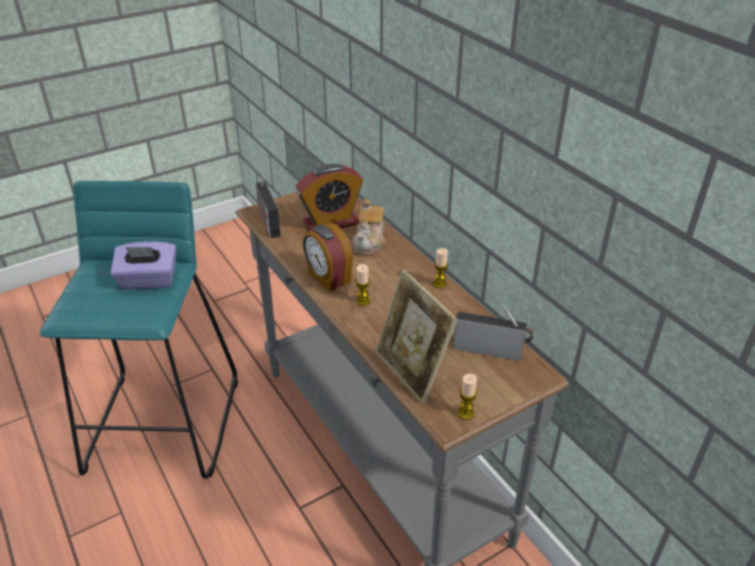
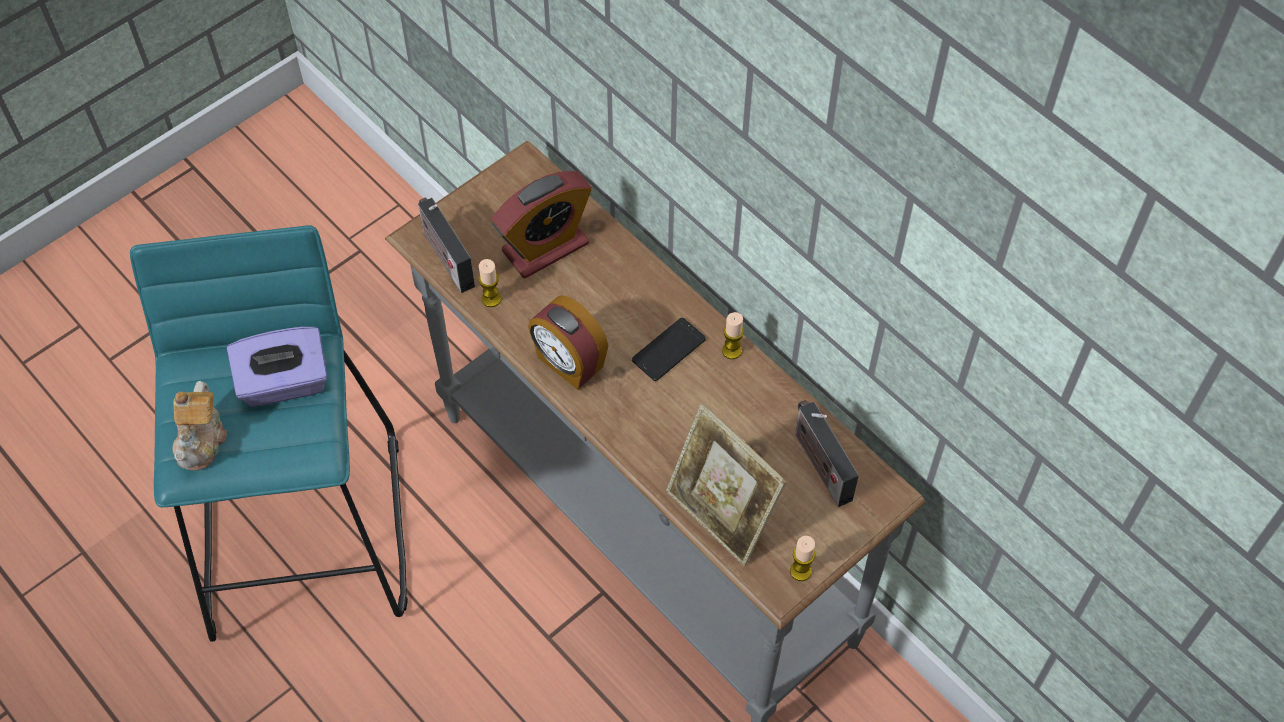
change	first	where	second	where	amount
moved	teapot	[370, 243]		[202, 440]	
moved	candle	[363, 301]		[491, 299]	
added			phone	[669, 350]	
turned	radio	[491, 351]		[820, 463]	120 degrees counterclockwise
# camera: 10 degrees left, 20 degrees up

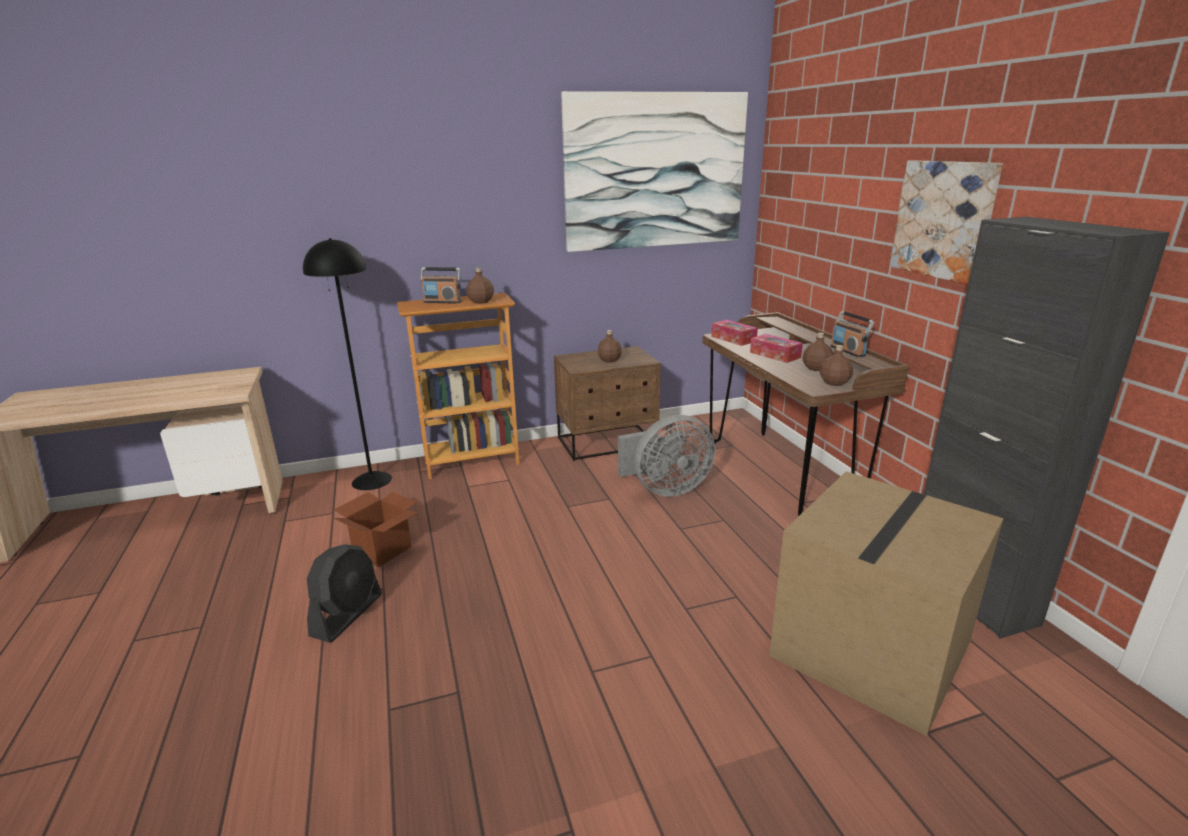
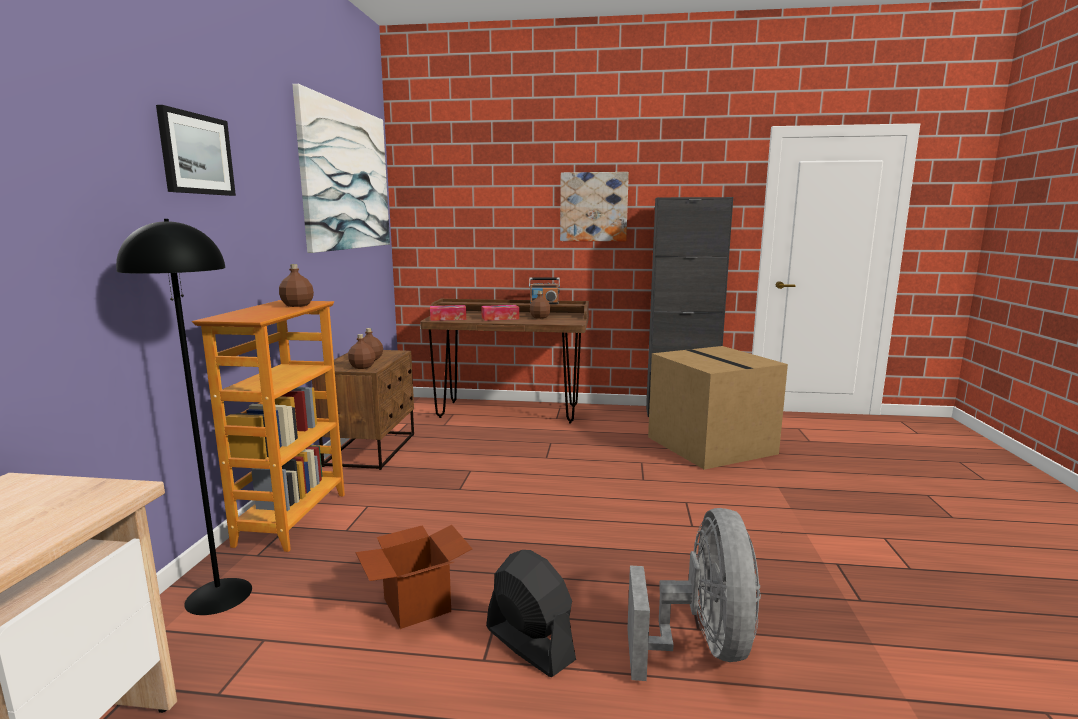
change	first	where	second	where	amount
added			picture	[196, 154]	
moved	bottle (brown)	[835, 382]		[362, 367]	
moved	fan (grey)	[665, 489]		[701, 646]	
removed	radio	[442, 302]			
# camera: 65 degrees left, 10 degrees down

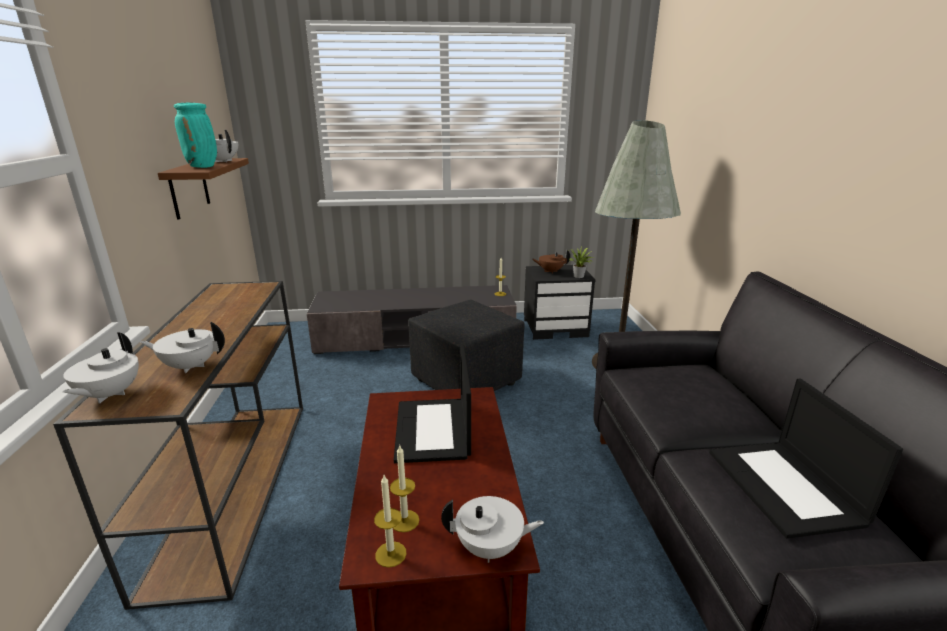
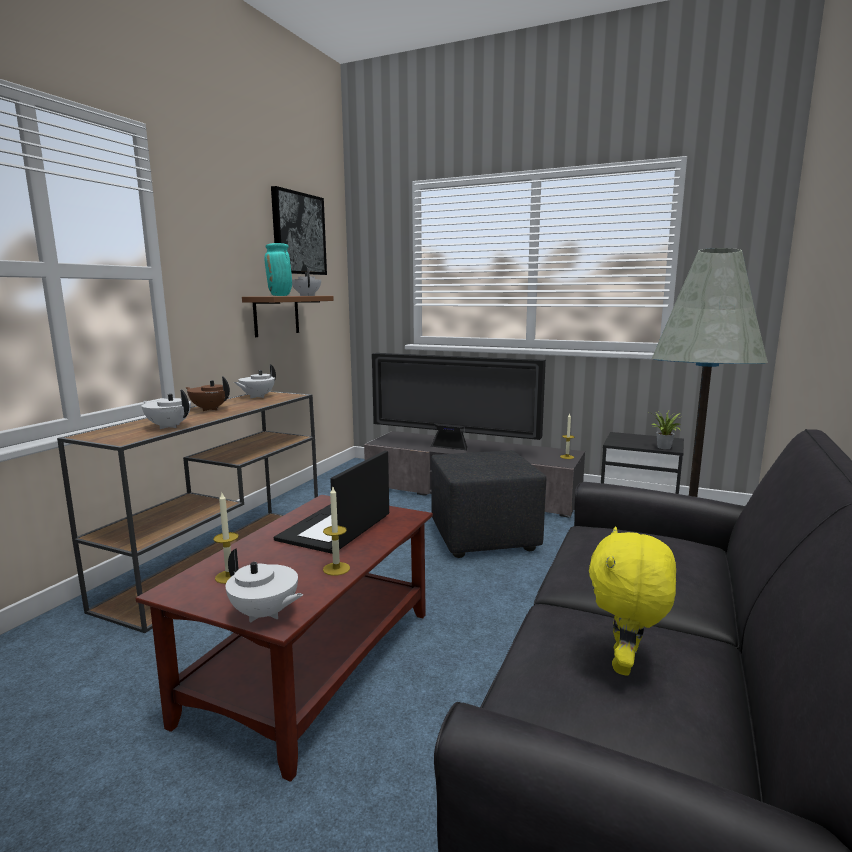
change	first	where	second	where	amount
moved	teapot (brown)	[550, 271]		[209, 409]	
moved	teapot (white)	[109, 395]		[257, 397]	
added			picture	[298, 234]	
moved	candle	[391, 554]		[336, 569]	
added			television	[453, 447]	
replaced	laptop	[785, 487]	plush toy (yellow)	[625, 664]	
# camera: 30 degrees right, 10 degrees down

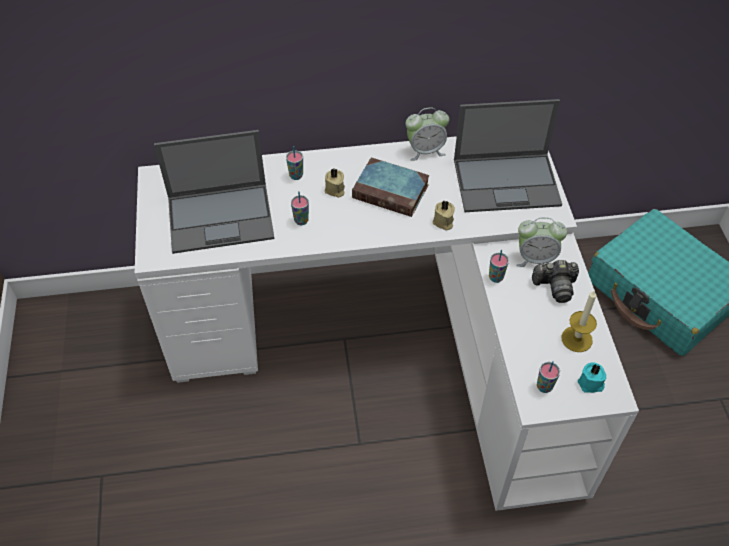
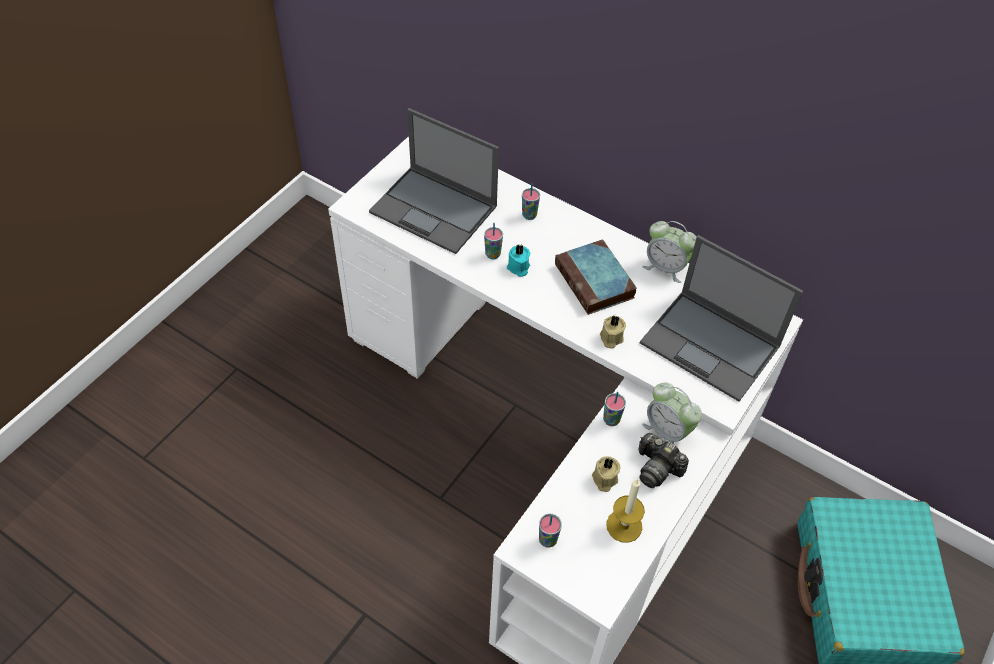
change	first	where	second	where	amount
moved	candle (turquoise)	[591, 384]		[518, 268]	
moved	candle (beige)	[335, 190]		[604, 479]	
# camera: 40 degrees right, 0 degrees up

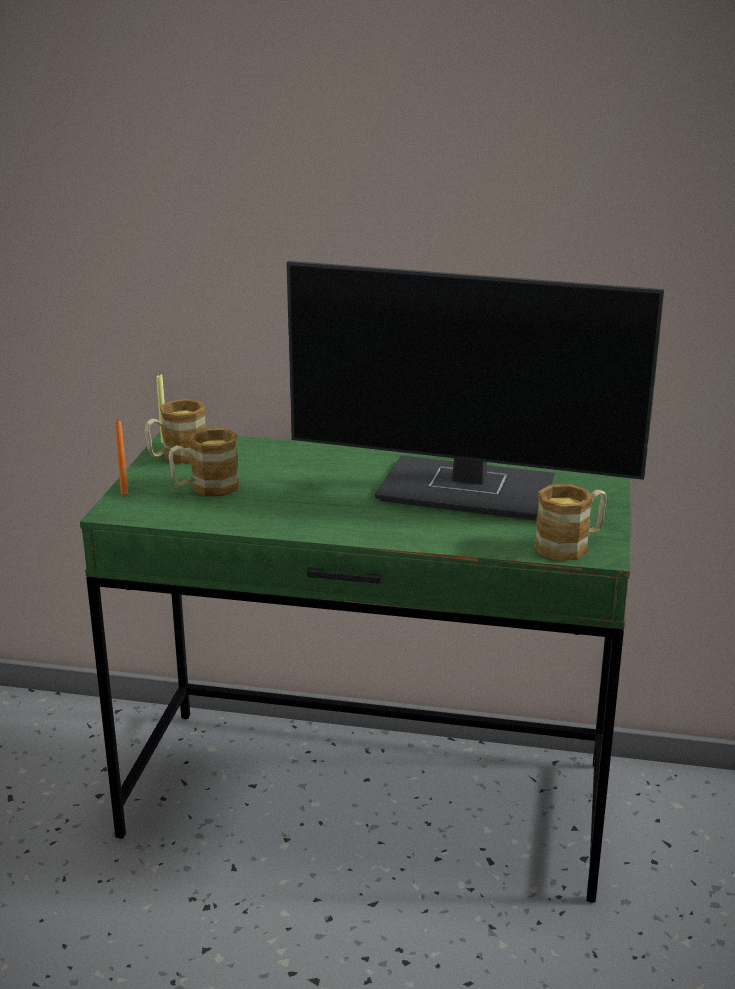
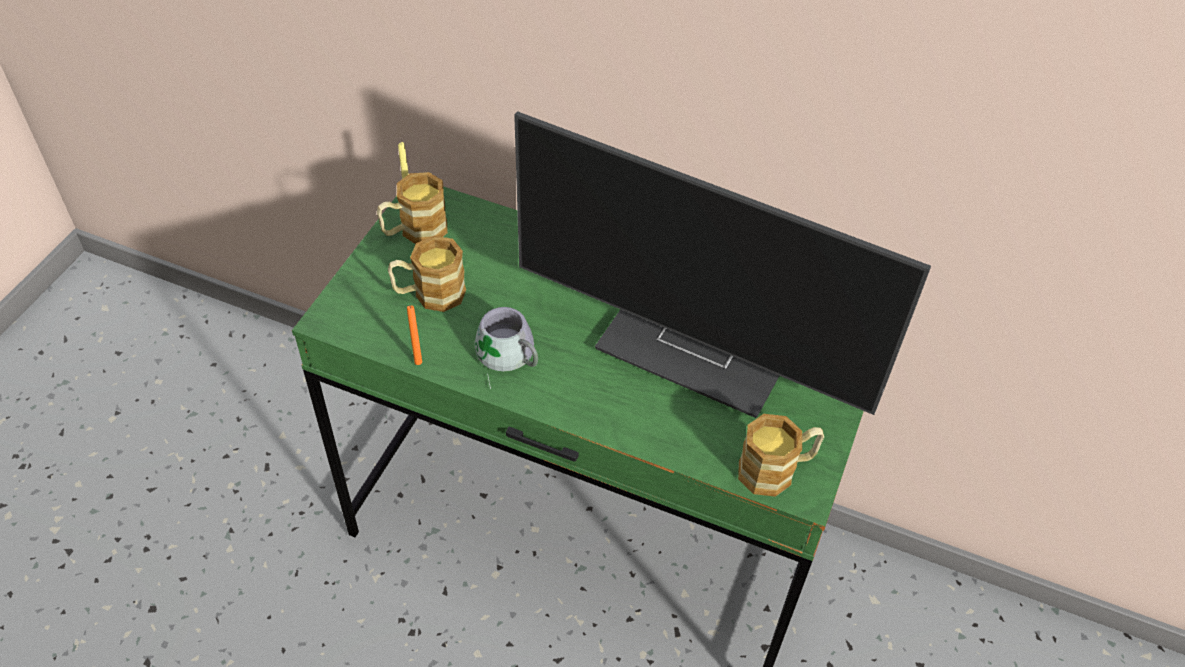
change	first	where	second	where	amount
moved	candle (orange)	[124, 493]		[418, 362]	
added			mug (grey)	[505, 359]	
# camera: 10 degrees right, 25 degrees up

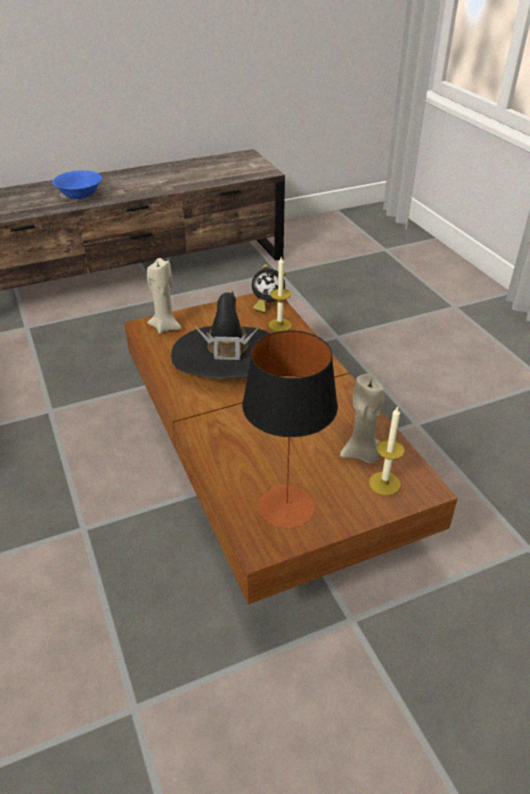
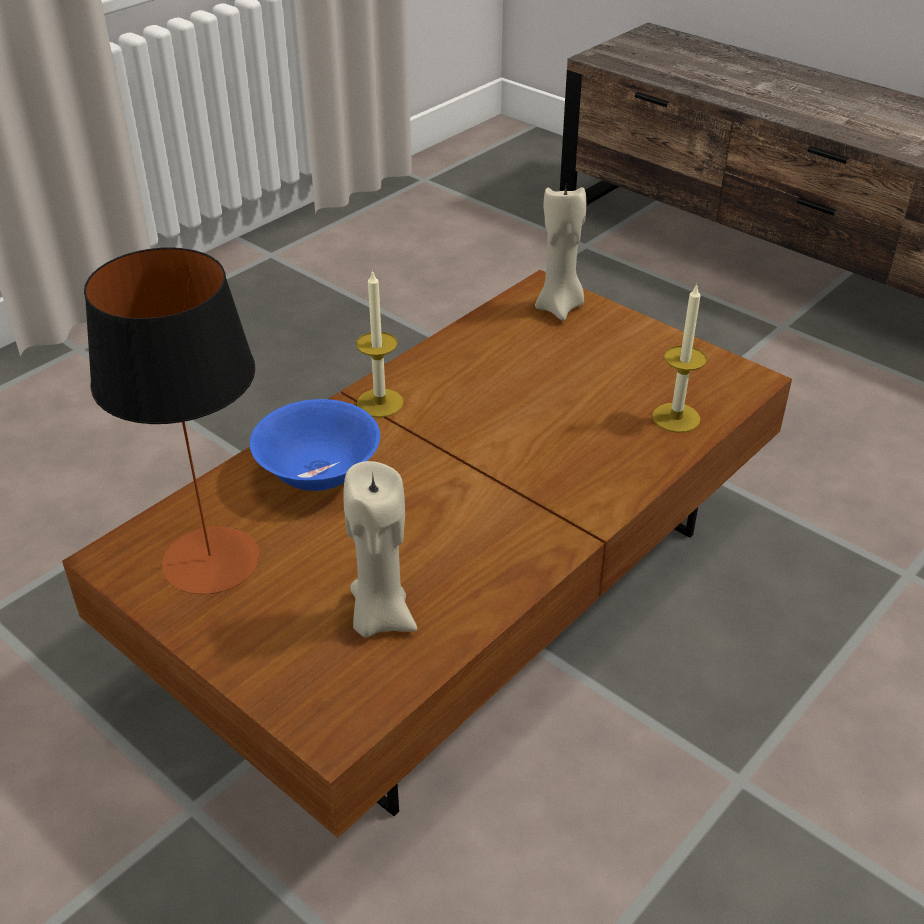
change	first	where	second	where	amount
moved	bowl (blue)	[80, 196]		[318, 474]	
moved	candle	[384, 483]		[380, 403]	
removed	hat (black)	[227, 358]			
removed	alarm clock	[267, 304]			
# camera: 65 degrees right, 0 degrees up

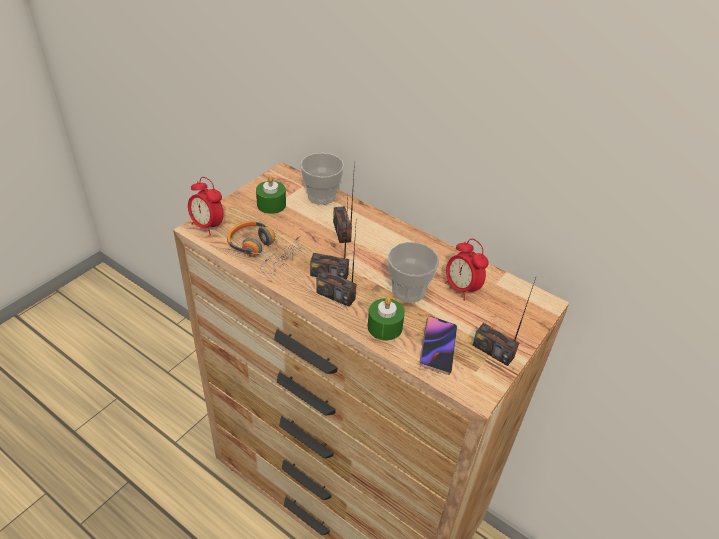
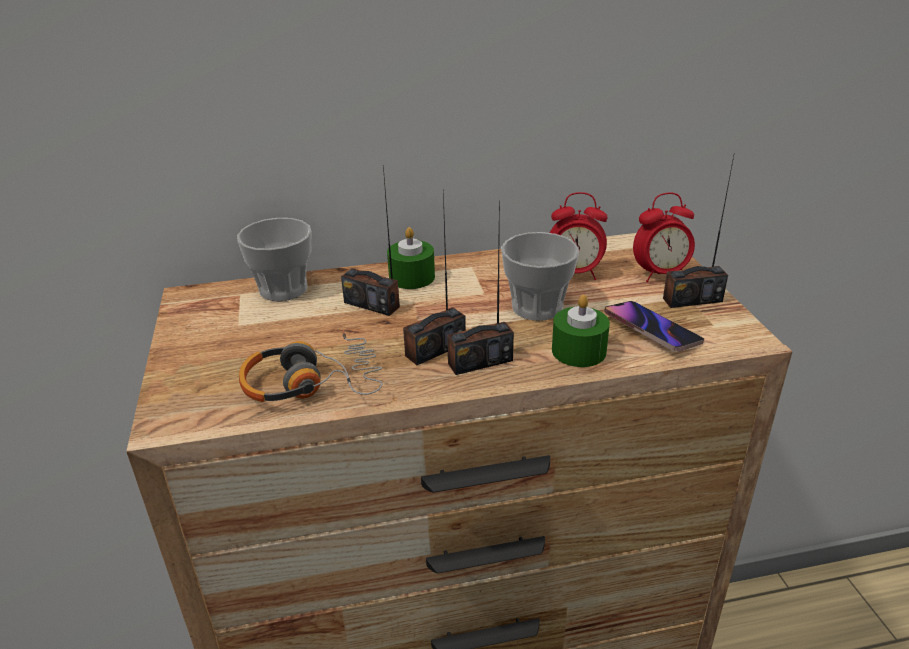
change	first	where	second	where	amount
moved	candle (green)	[271, 204]		[412, 277]	
moved	alarm clock	[207, 226]		[660, 275]	
# camera: 45 degrees left, 10 degrees down

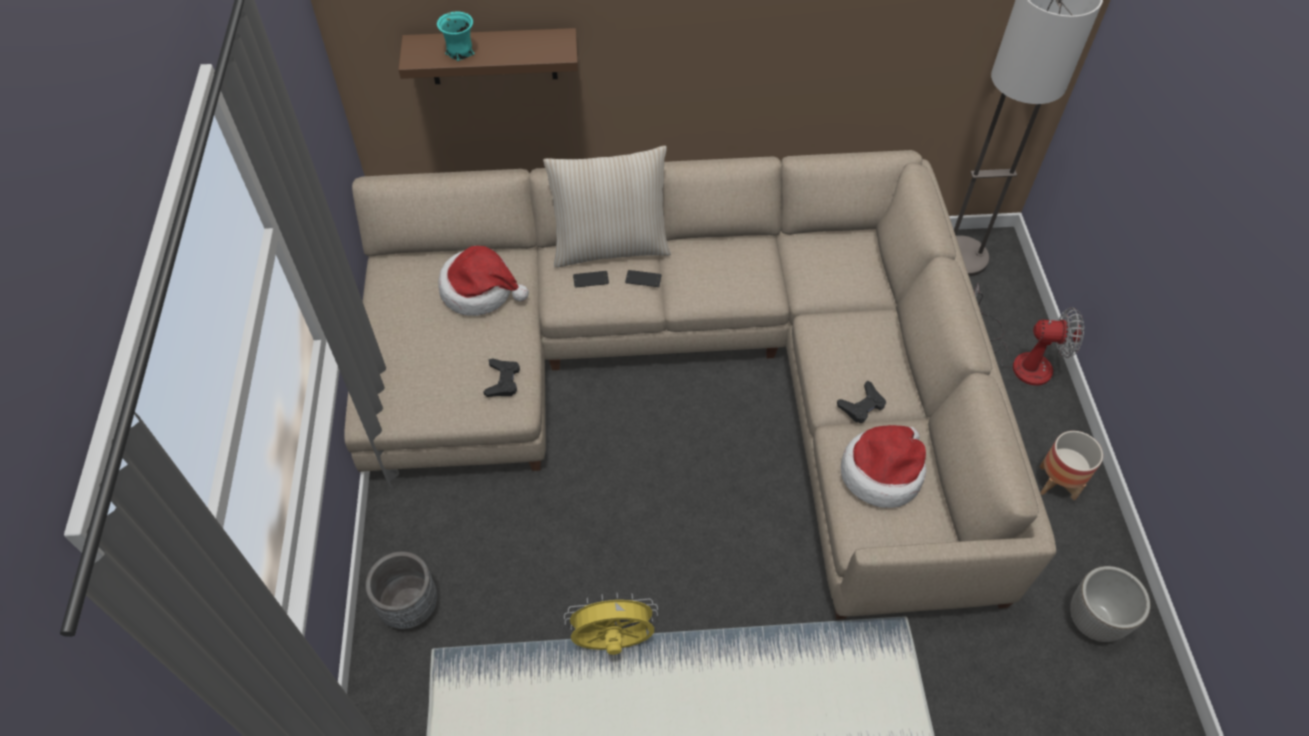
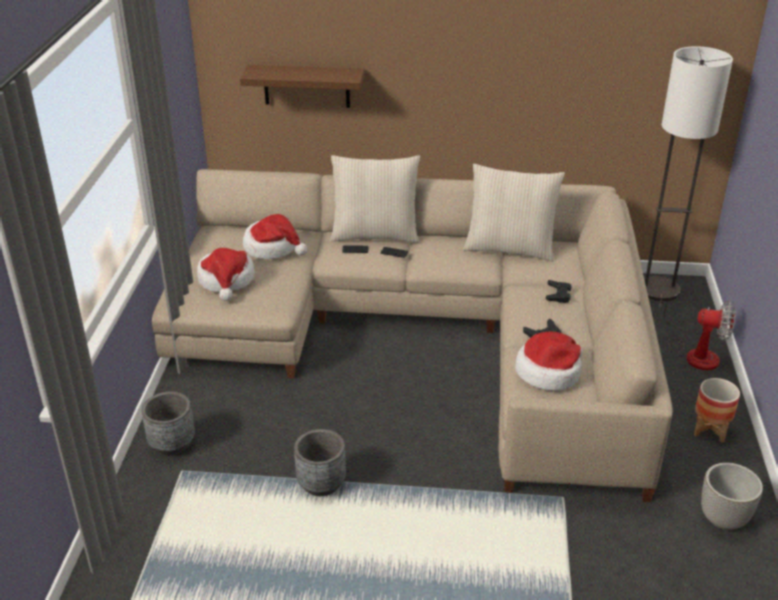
change	first	where	second	where	amount
added			hat	[227, 281]	
replaced	fan (yellow)	[612, 643]	planter (grey)	[321, 484]	
added			pillow (beige)	[510, 248]	
moved	game controller (black)	[503, 381]		[558, 294]	
removed	mug (turquoise)	[459, 52]			
# camera: 10 degrees right, 20 degrees down

